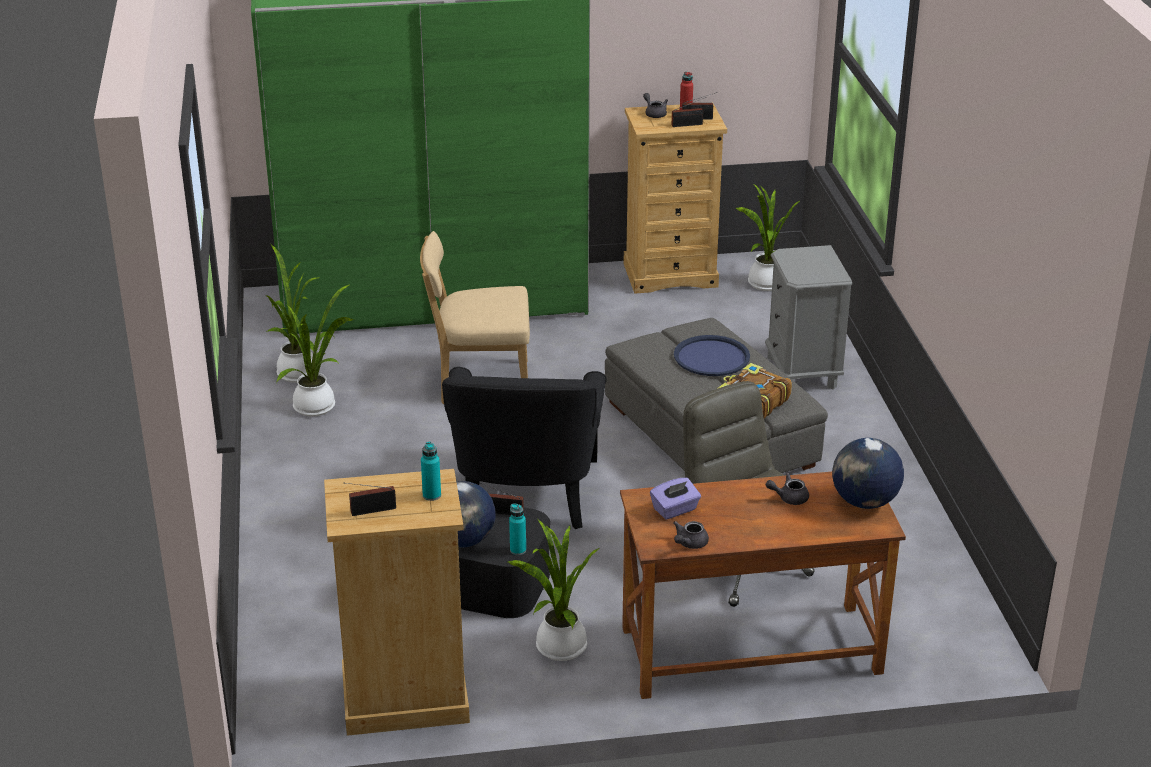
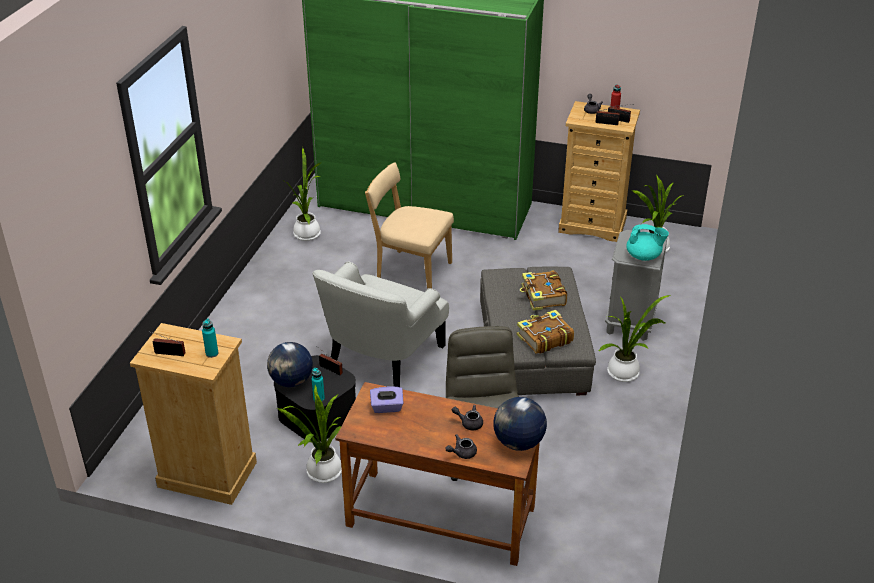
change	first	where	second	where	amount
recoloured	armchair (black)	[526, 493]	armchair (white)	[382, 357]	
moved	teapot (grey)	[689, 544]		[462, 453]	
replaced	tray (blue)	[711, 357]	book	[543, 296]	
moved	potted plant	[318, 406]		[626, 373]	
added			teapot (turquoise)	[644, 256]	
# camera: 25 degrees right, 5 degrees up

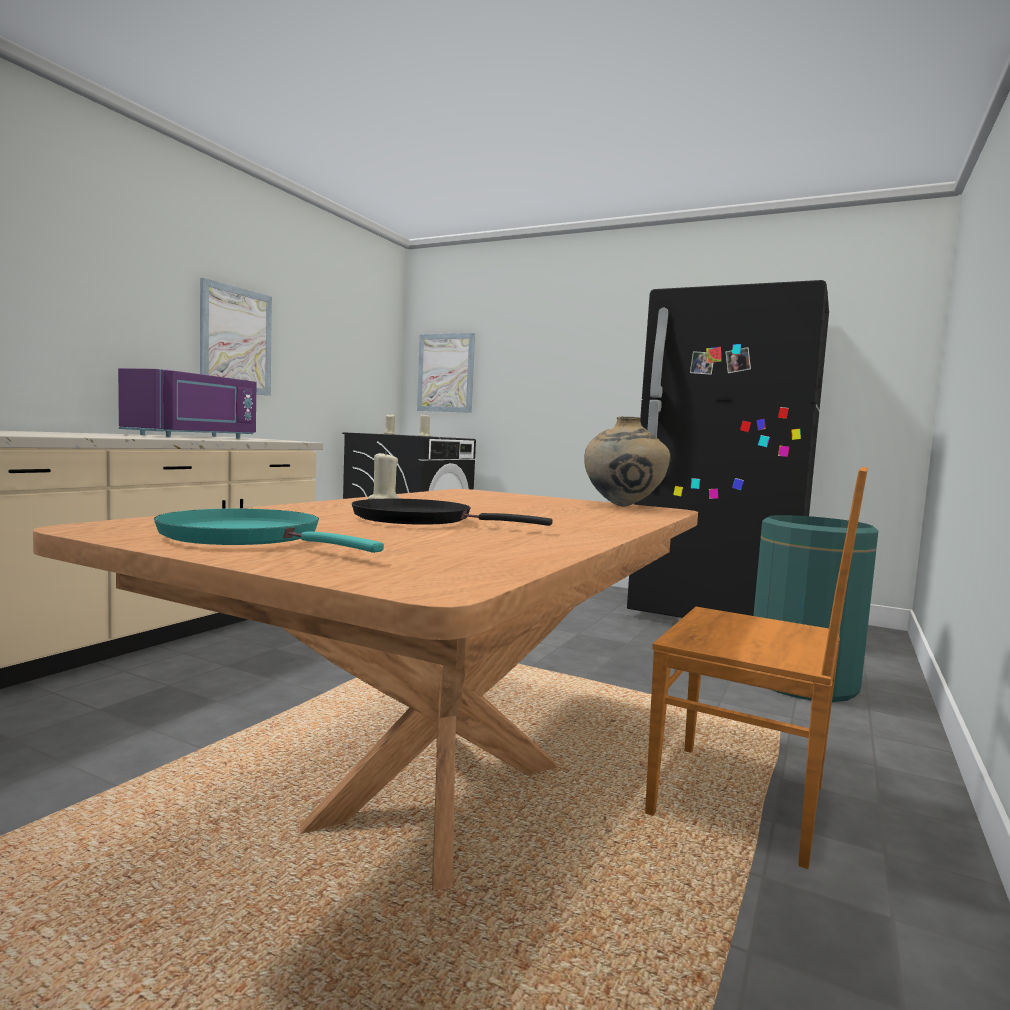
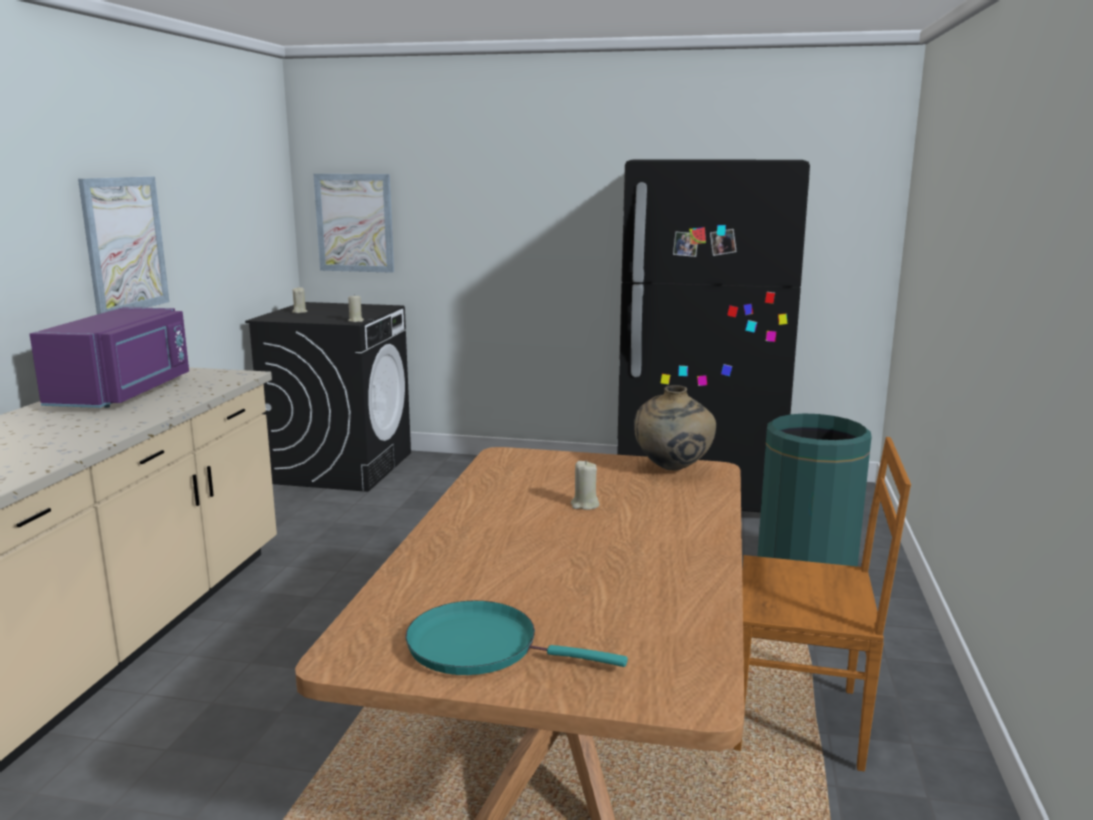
change	first	where	second	where	amount
moved	candle (beige)	[383, 499]		[584, 505]	
removed	frying pan (black)	[420, 520]			
# camera: 15 degrees left, 10 degrees up

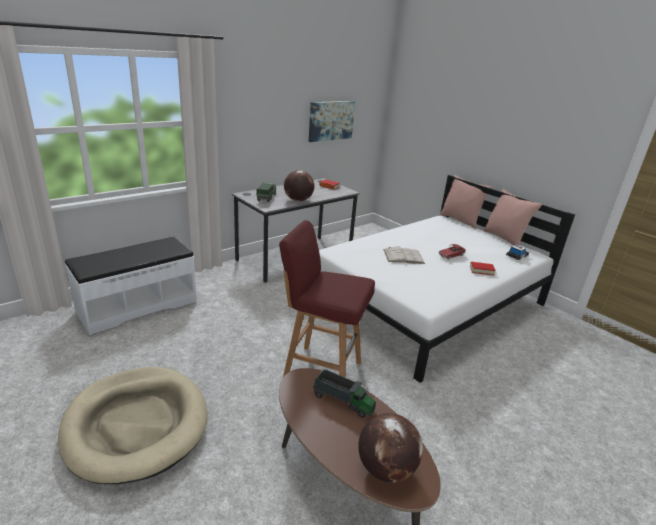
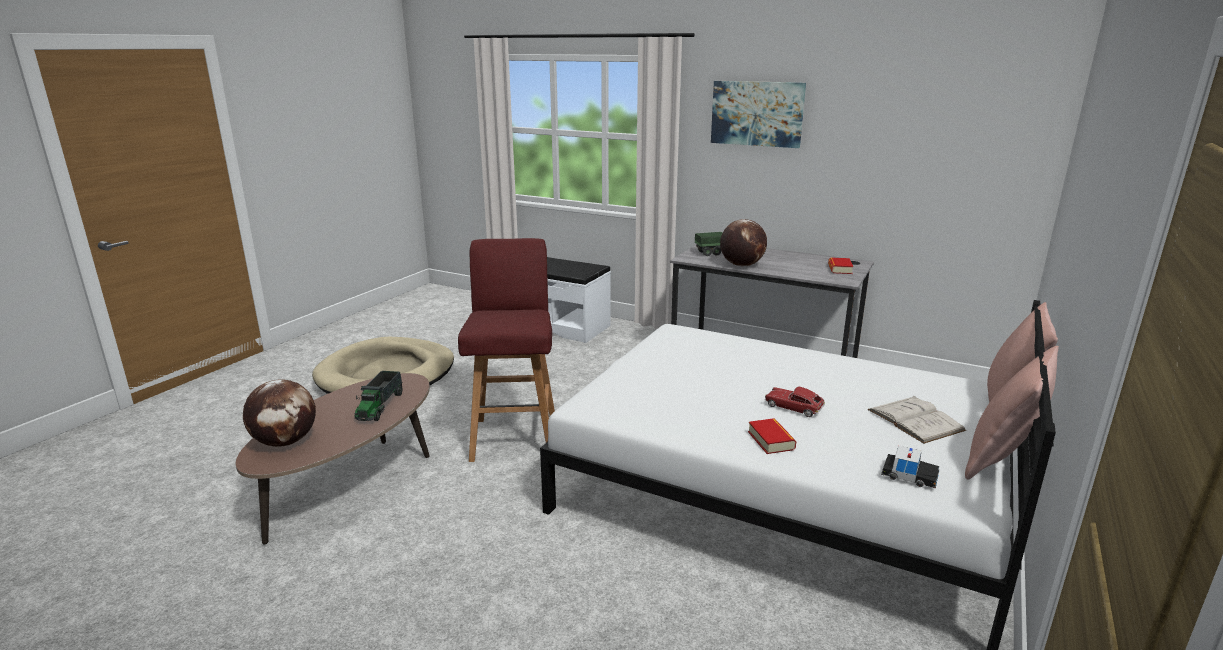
change	first	where	second	where	amount
moved	picture	[331, 120]		[757, 113]	
moved	book (white)	[403, 256]		[915, 420]	
# camera: 70 degrees right, 5 degrees down

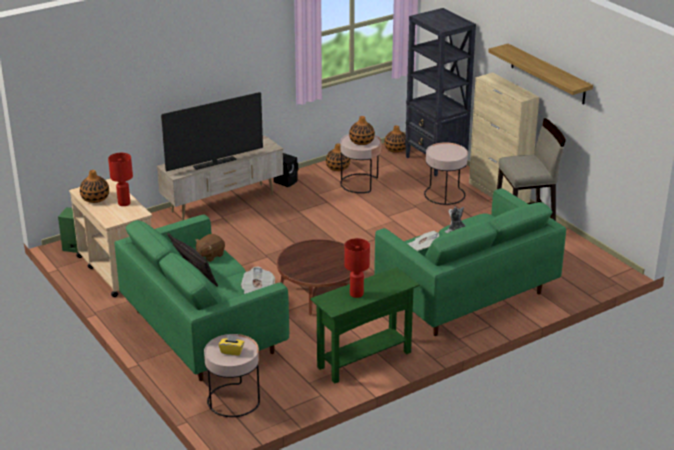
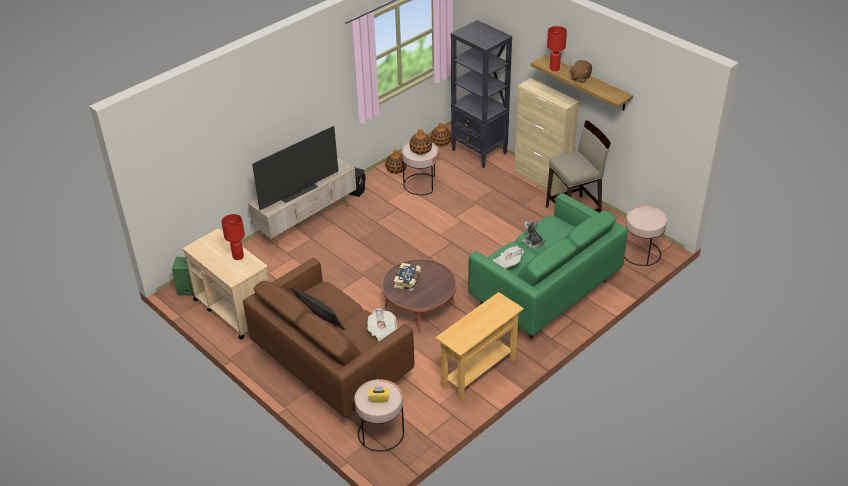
change	first	where	second	where	amount
recoloured	sofa (green)	[203, 332]	sofa (brown)	[332, 365]	
added			book	[408, 281]	
recoloured	console table (green)	[364, 359]	console table (beige)	[479, 372]	
moved	table lamp (red)	[357, 294]		[554, 68]	
moved	plush toy (brown)	[210, 255]		[580, 78]	
moved	side table (pink)	[444, 195]		[641, 253]	
removed	vase	[95, 198]			
# camera: 10 degrees left, 10 degrees up

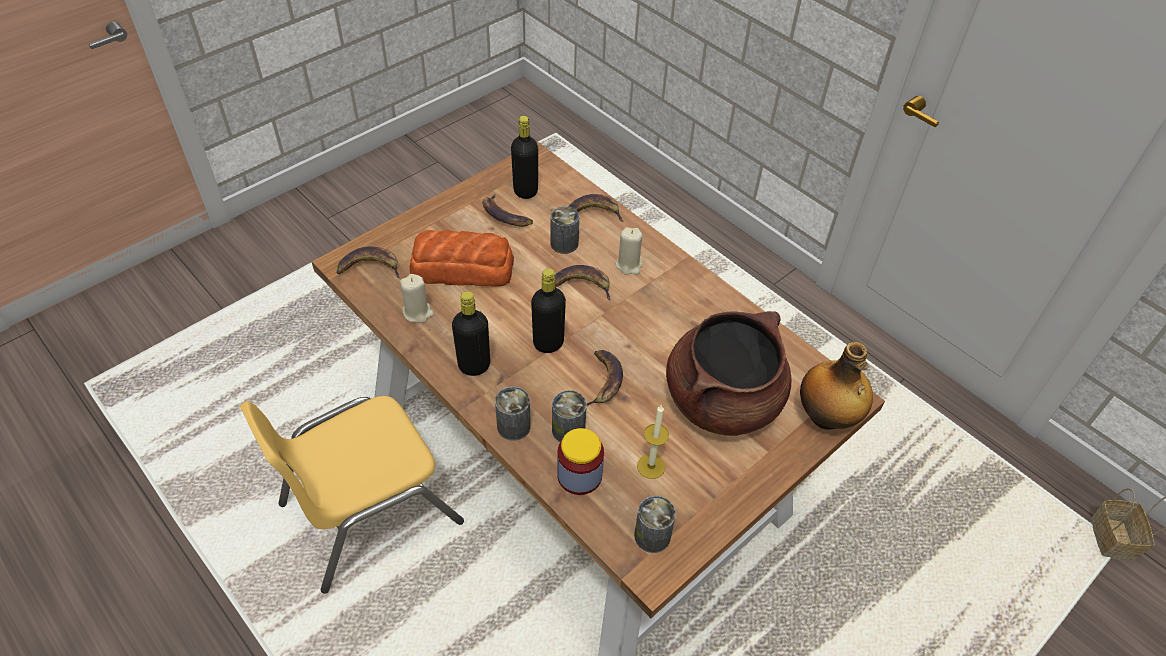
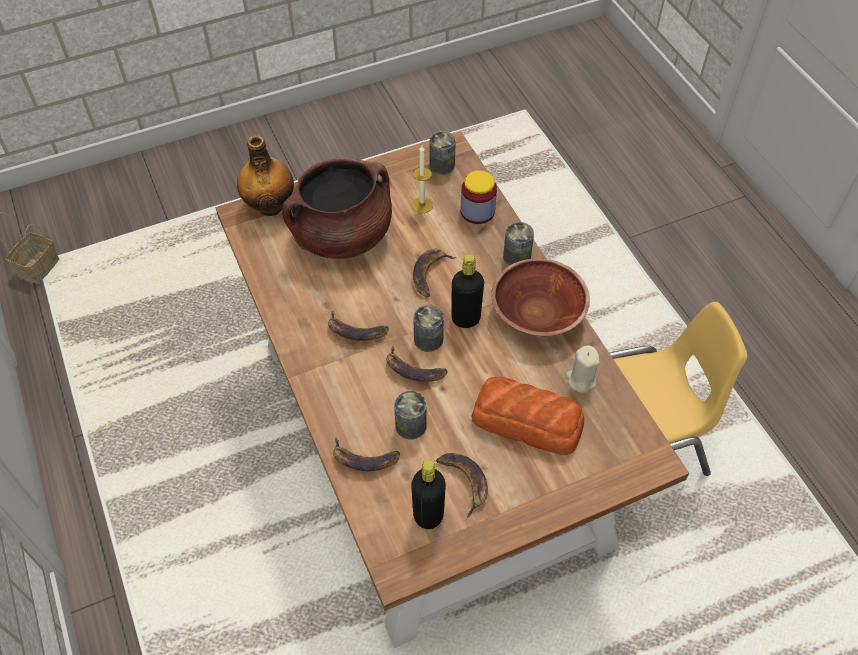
change	first	where	second	where	amount
moved	banana	[370, 267]		[355, 331]	
moved	can	[568, 430]		[428, 339]	
replaced	bottle (black)	[474, 365]	bowl (brown)	[537, 314]	
removed	candle (beige)	[629, 265]			
# camera: 160 degrees left, 5 degrees up

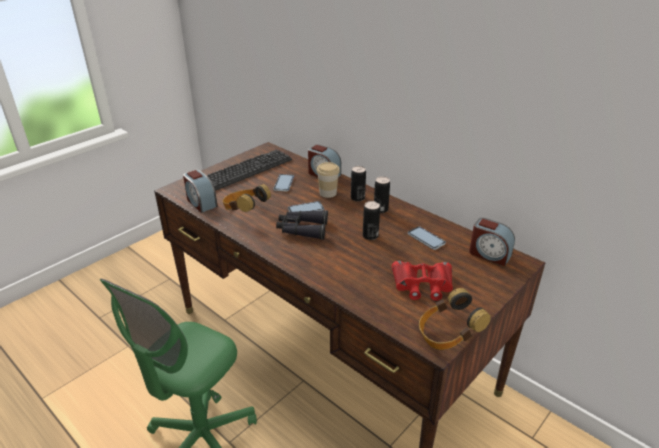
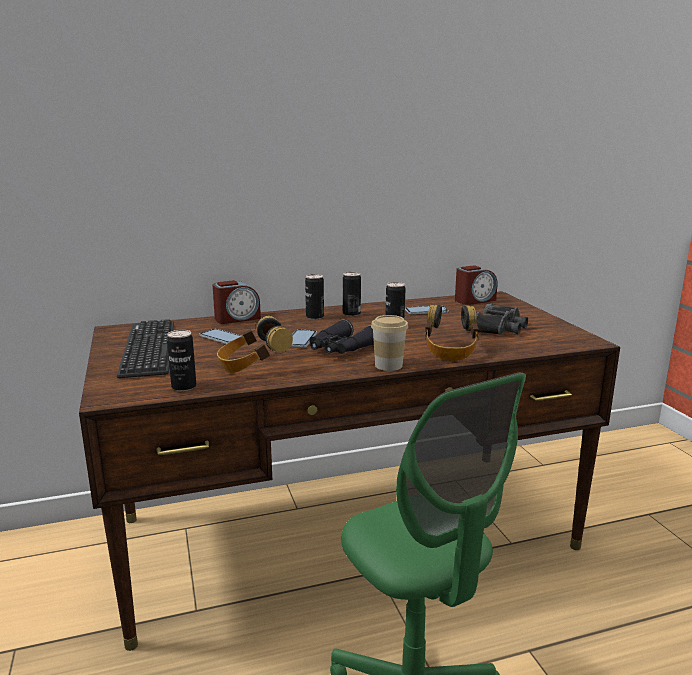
change	first	where	second	where	amount
replaced	alarm clock	[201, 202]	can	[184, 387]	
moved	cup	[328, 193]		[388, 365]	
moved	headphones	[448, 335]		[450, 351]	
recoloured	binoculars (red)	[422, 285]	binoculars (black)	[498, 327]	
# camera: 60 degrees left, 15 degrees down

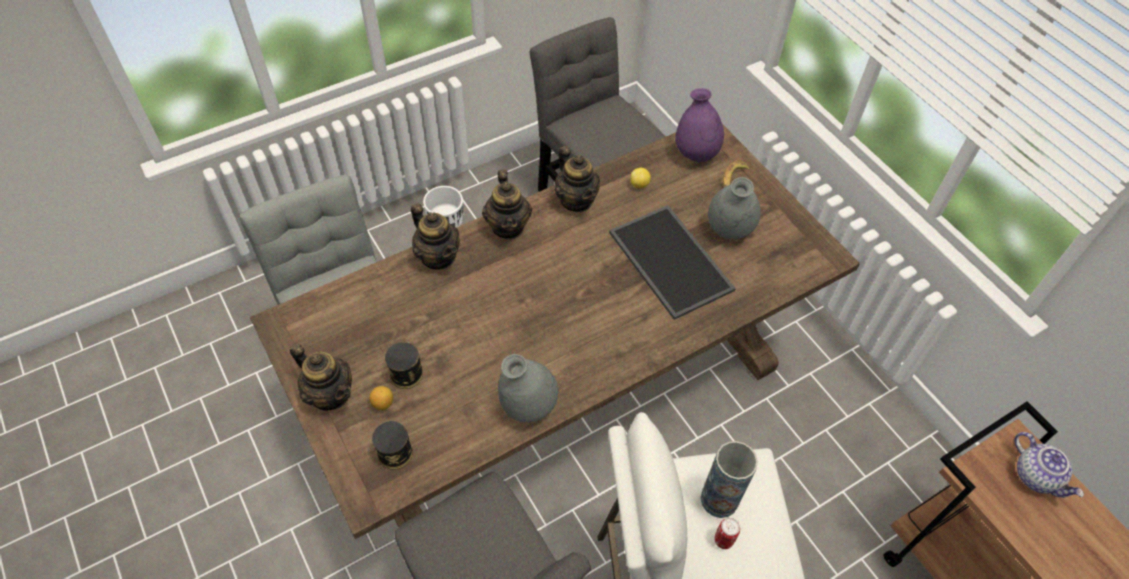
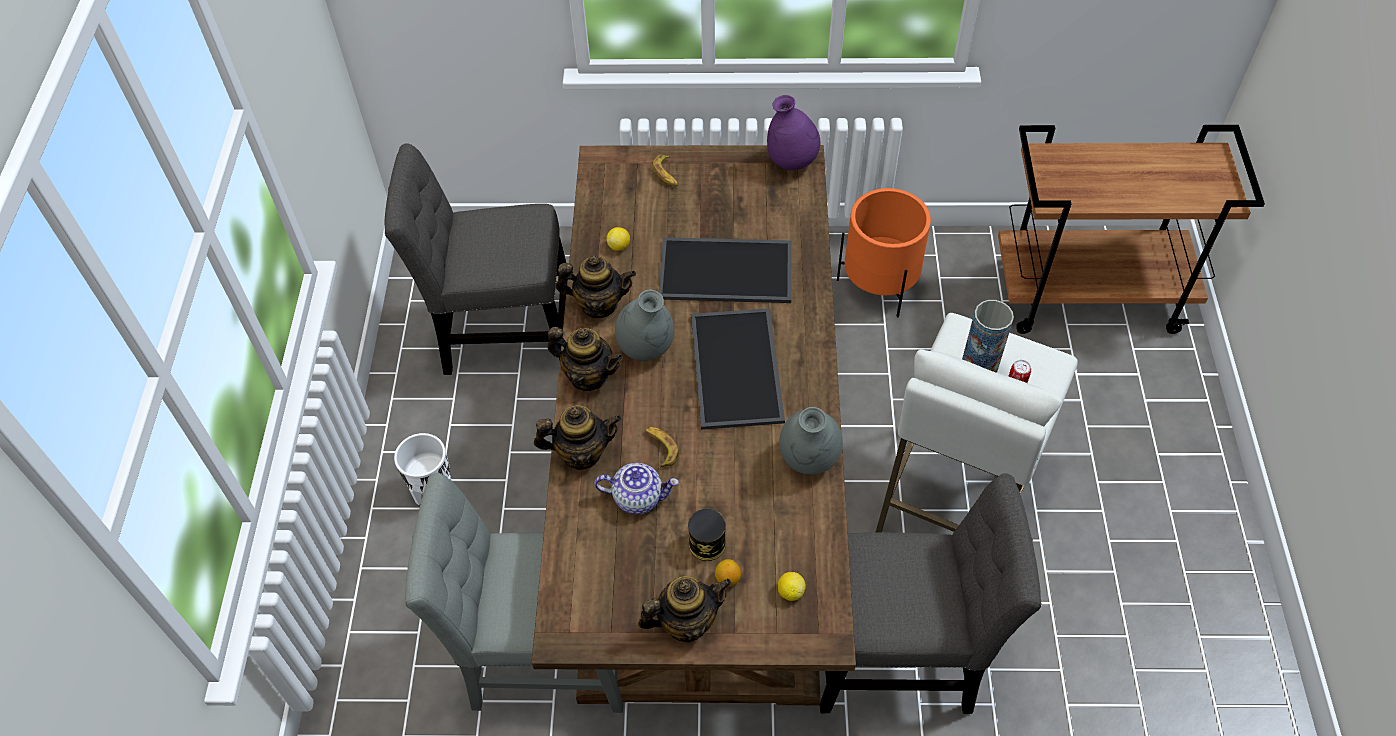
change	first	where	second	where	amount
moved	teapot	[1036, 476]		[638, 497]	
moved	vase (grey)	[729, 230]		[646, 348]	
added			banana	[660, 448]	
added			tray	[738, 369]	
moved	vase (purple)	[696, 154]		[792, 162]	
replaced	can	[395, 453]	lemon	[790, 592]	
added			planter (orange)	[879, 285]	
# camera: 55 degrees left, 0 degrees up

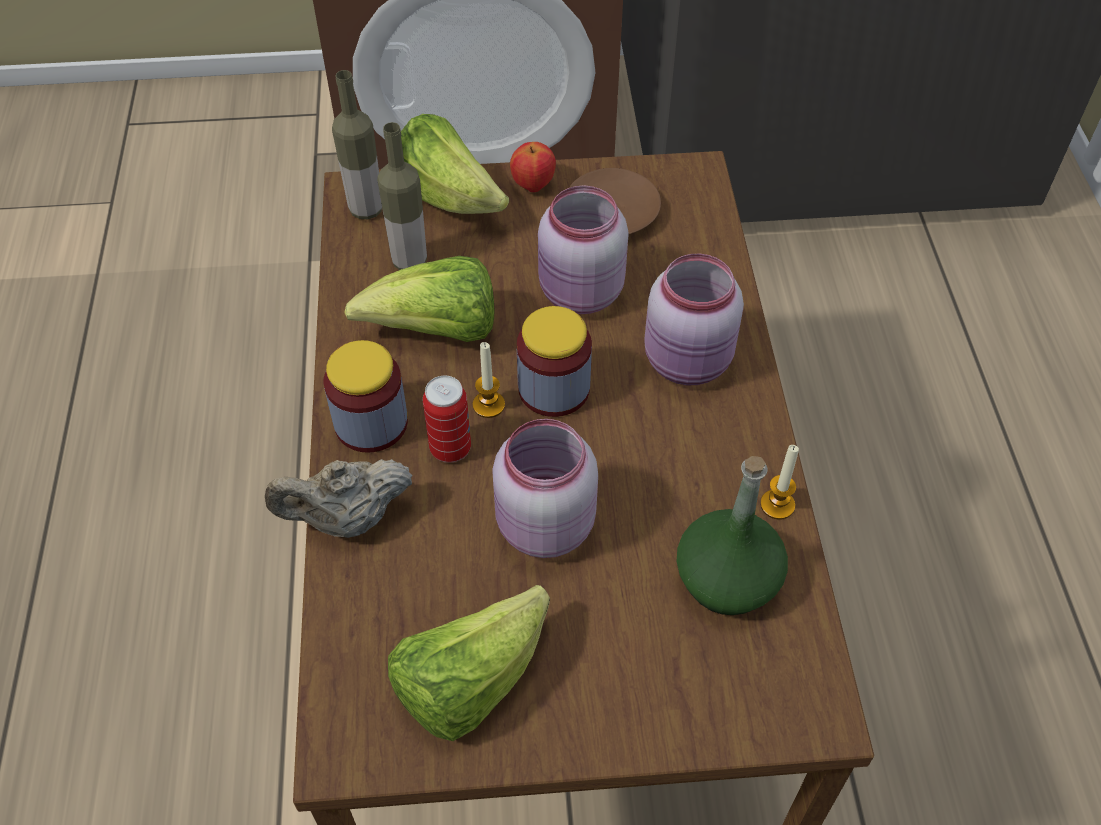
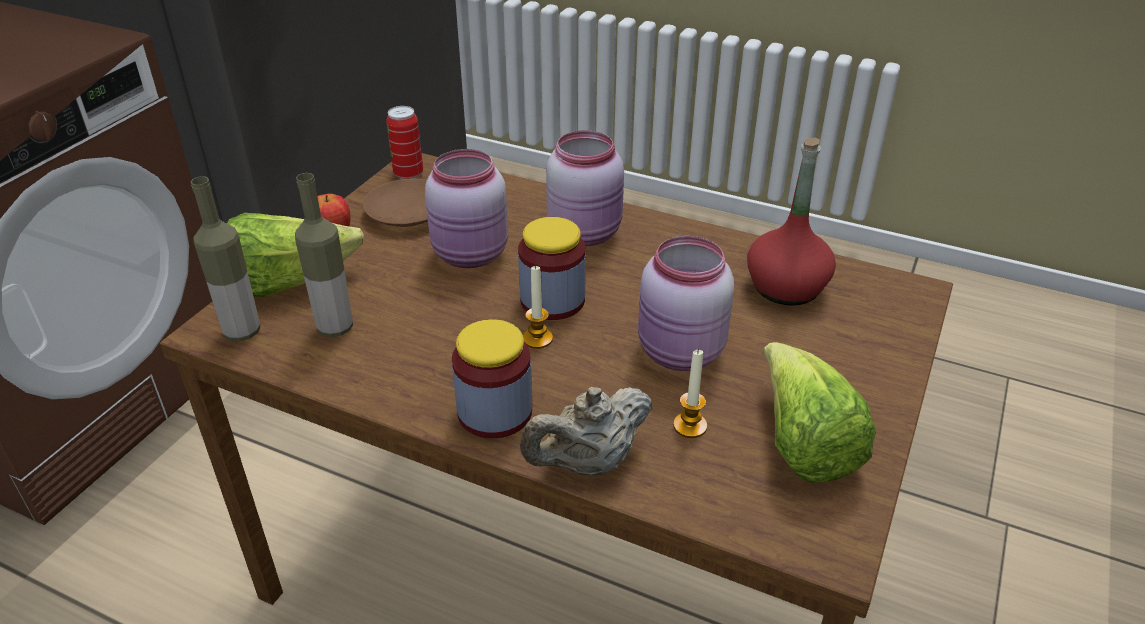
change	first	where	second	where	amount
moved	can	[450, 448]		[408, 174]	
turned	teapot (beige)	[347, 519]		[588, 463]	45 degrees clockwise
moved	candle	[777, 505]		[690, 426]	
recoloured	bottle (green)	[726, 579]	bottle (red)	[786, 287]	
removed	lettuce	[436, 331]			
# camera: 60 degrees left, 15 degrees down

